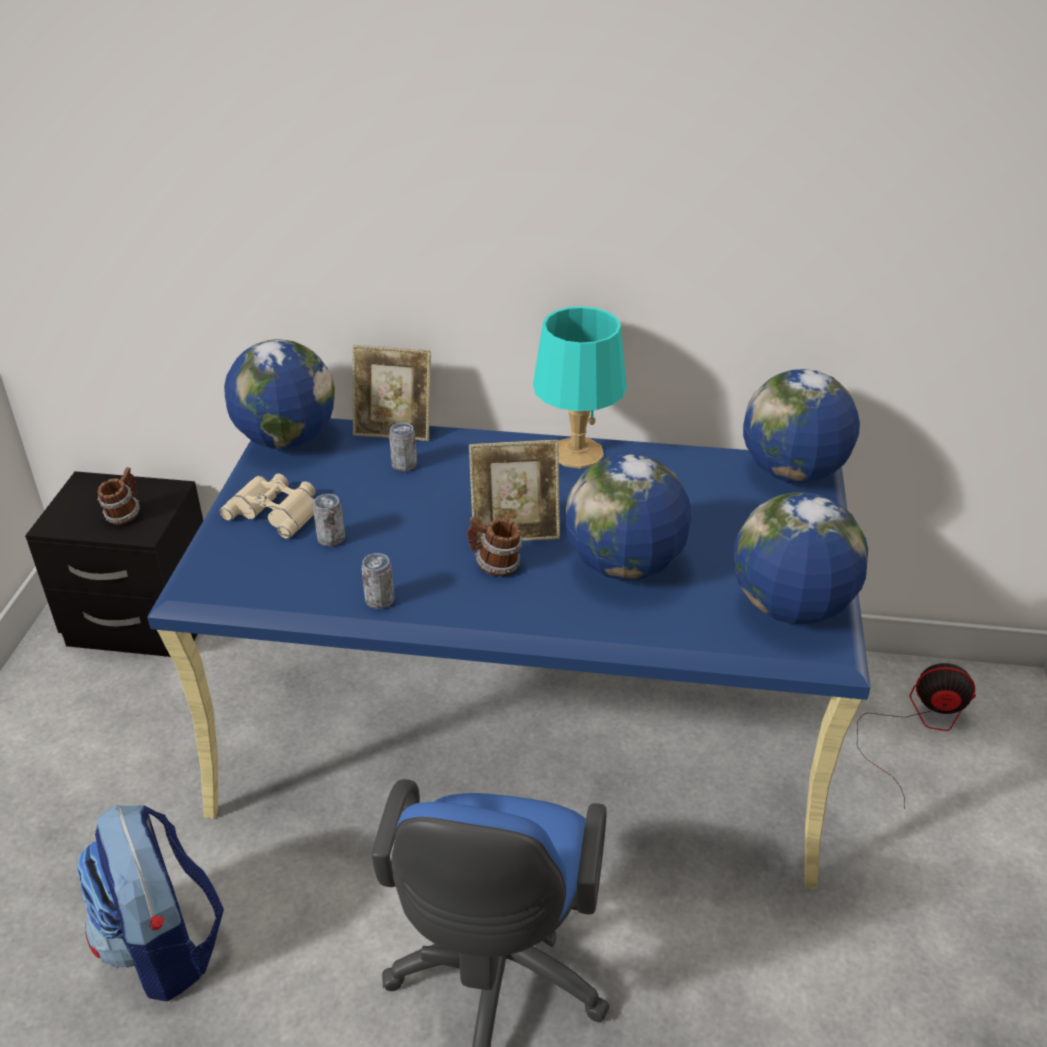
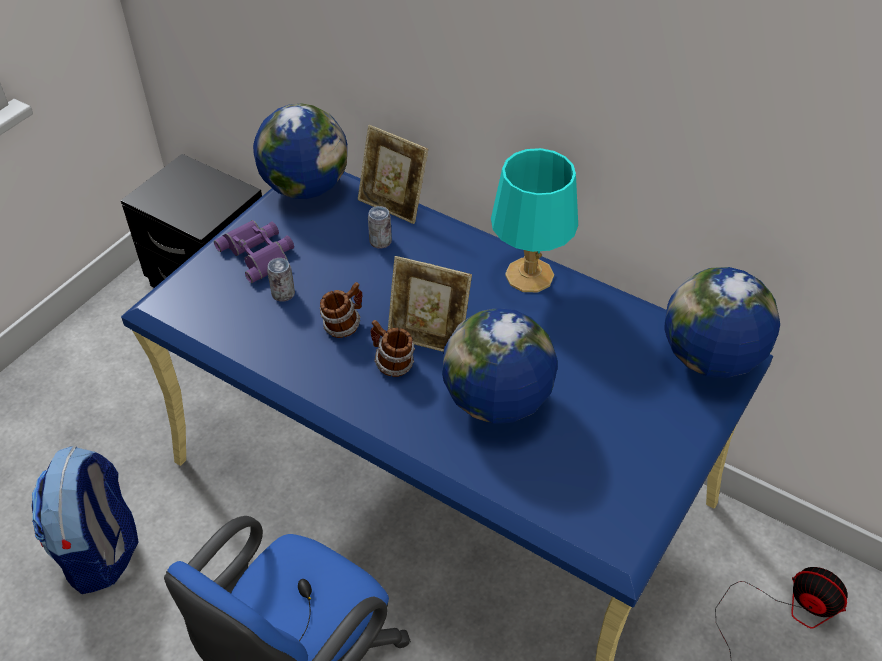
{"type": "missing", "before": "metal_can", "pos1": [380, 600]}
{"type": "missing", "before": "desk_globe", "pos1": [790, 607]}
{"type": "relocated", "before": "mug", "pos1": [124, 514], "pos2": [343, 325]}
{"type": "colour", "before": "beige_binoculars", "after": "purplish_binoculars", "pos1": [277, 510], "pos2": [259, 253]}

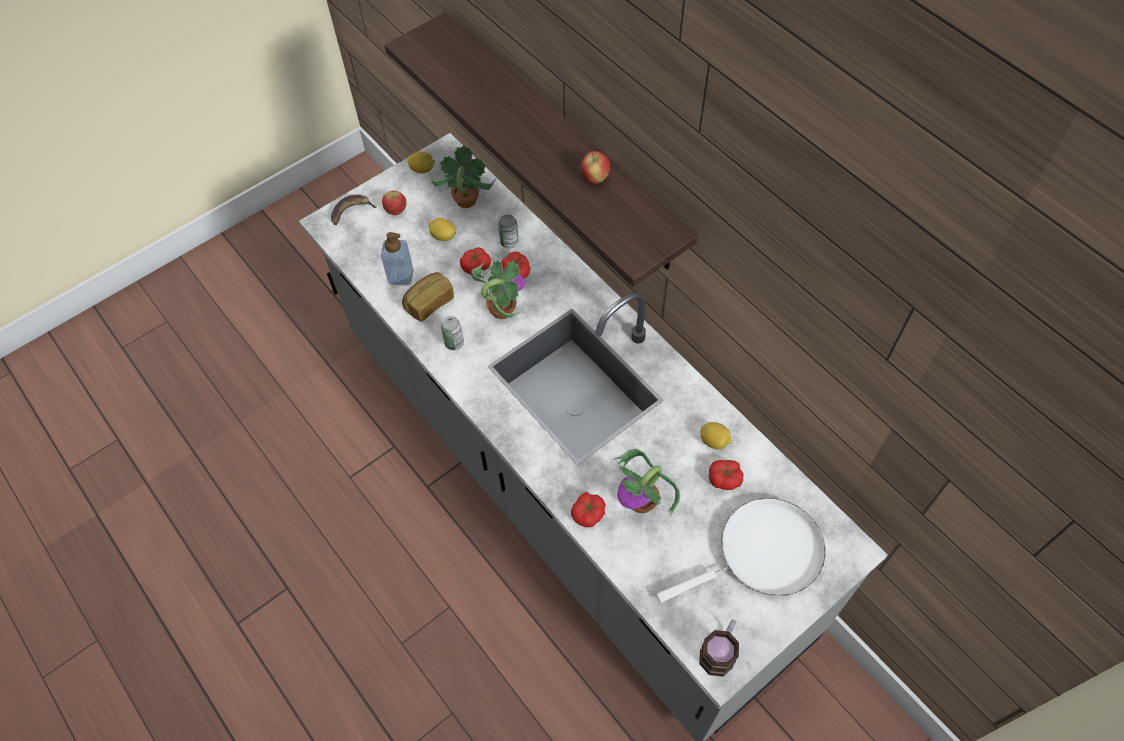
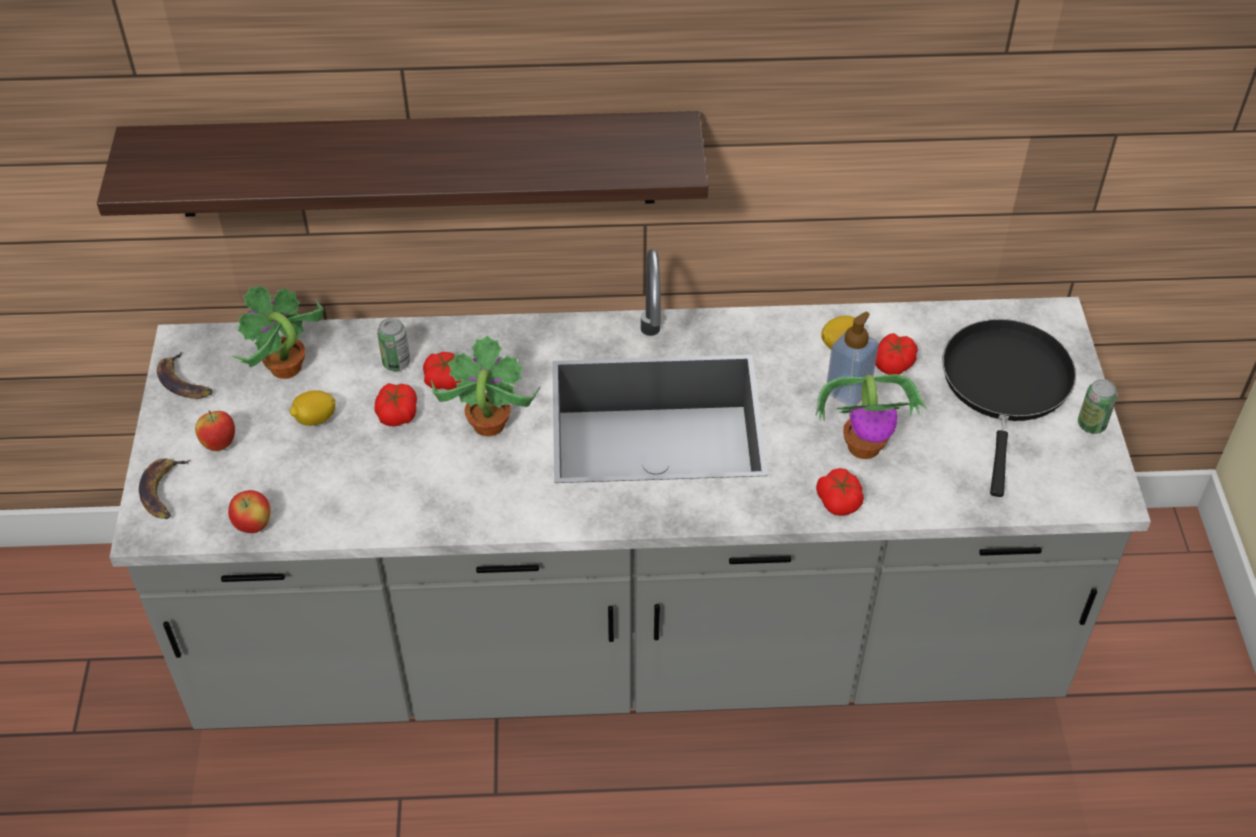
{"type": "missing", "before": "baked_bread", "pos1": [429, 303]}
{"type": "missing", "before": "mug", "pos1": [719, 651]}
{"type": "relocated", "before": "soap_dispenser", "pos1": [401, 276], "pos2": [848, 391]}
{"type": "relocated", "before": "metal_can", "pos1": [454, 343], "pos2": [1091, 424]}
{"type": "relocated", "before": "apple", "pos1": [595, 178], "pos2": [254, 525]}
{"type": "exchanged", "before": "whole_lemon", "after": "banana", "pos1": [422, 169], "pos2": [184, 382]}
{"type": "colour", "before": "white_frying_pan", "after": "black_frying_pan", "pos1": [763, 554], "pos2": [1005, 386]}

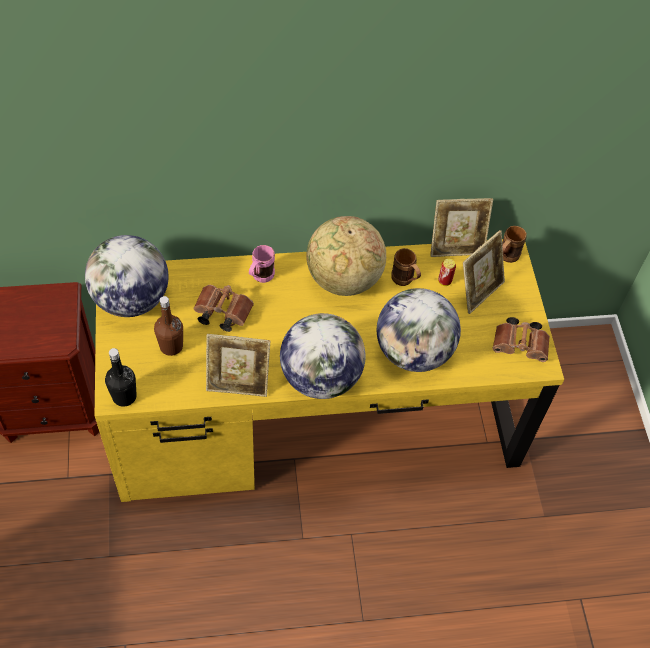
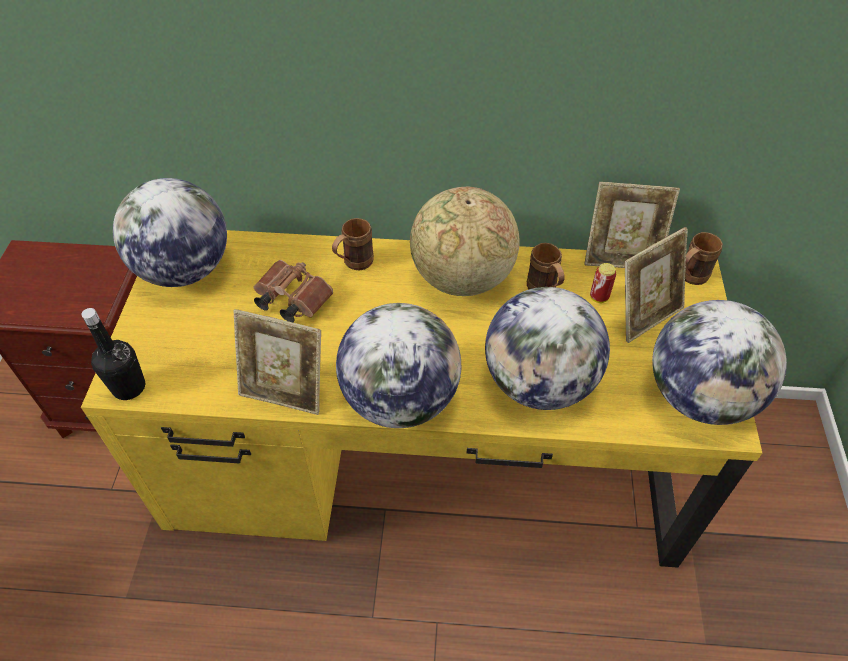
{"type": "missing", "before": "brown_beverage_bottle", "pos1": [171, 346]}
{"type": "exchanged", "before": "brown_binoculars", "after": "desk_globe", "pos1": [521, 346], "pos2": [699, 396]}
{"type": "colour", "before": "pinkish_mug", "after": "brown_mug", "pos1": [260, 278], "pos2": [353, 264]}

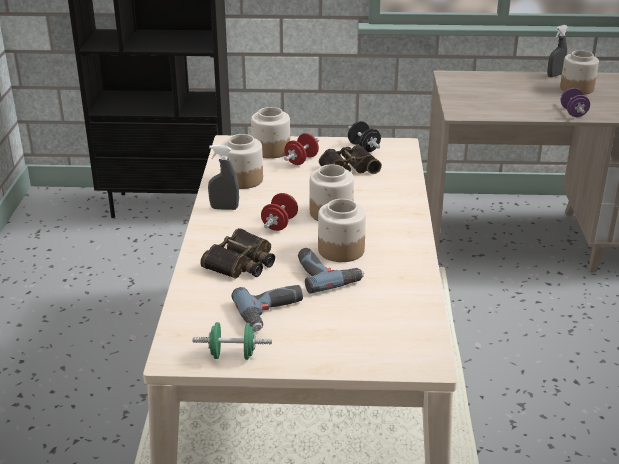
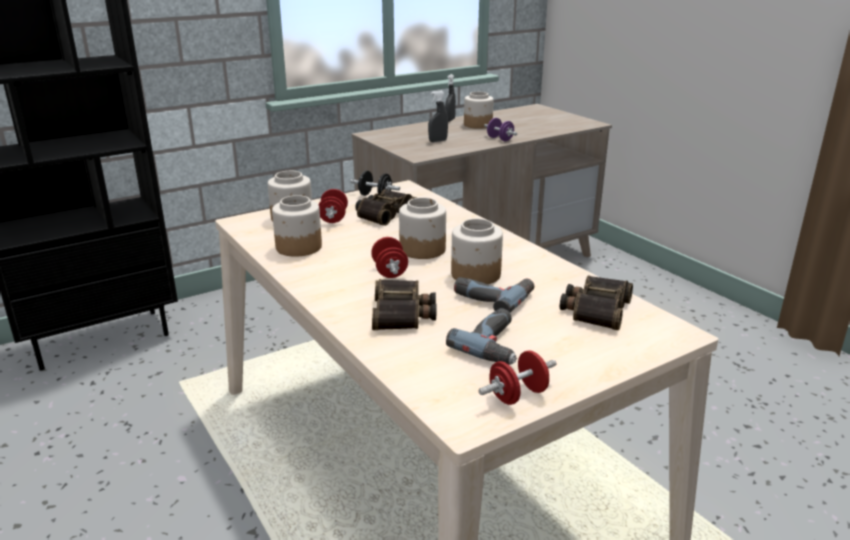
{"type": "appeared", "after": "binoculars", "pos2": [595, 309]}
{"type": "relocated", "before": "grey_hand_sprayer", "pos1": [224, 208], "pos2": [438, 141]}
{"type": "colour", "before": "greenish_free_weight", "after": "red_free_weight", "pos1": [232, 355], "pos2": [518, 395]}

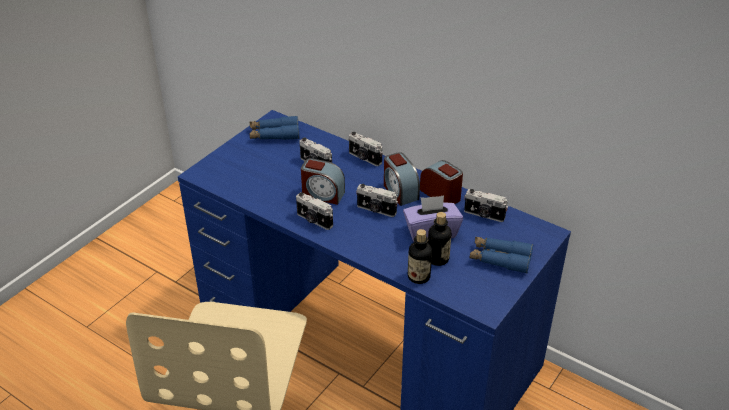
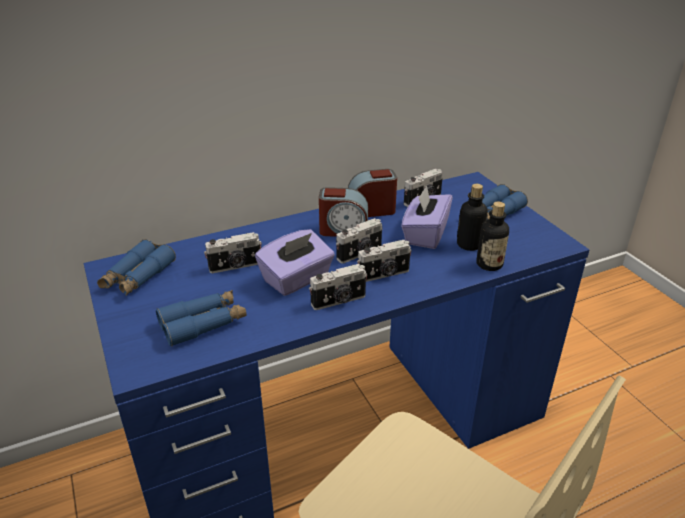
{"type": "appeared", "after": "bluish_binoculars", "pos2": [203, 324]}
{"type": "relocated", "before": "still_camera", "pos1": [364, 158], "pos2": [384, 275]}
{"type": "exchanged", "before": "alarm_clock", "after": "purplish_tissue_holder", "pos1": [322, 194], "pos2": [297, 279]}

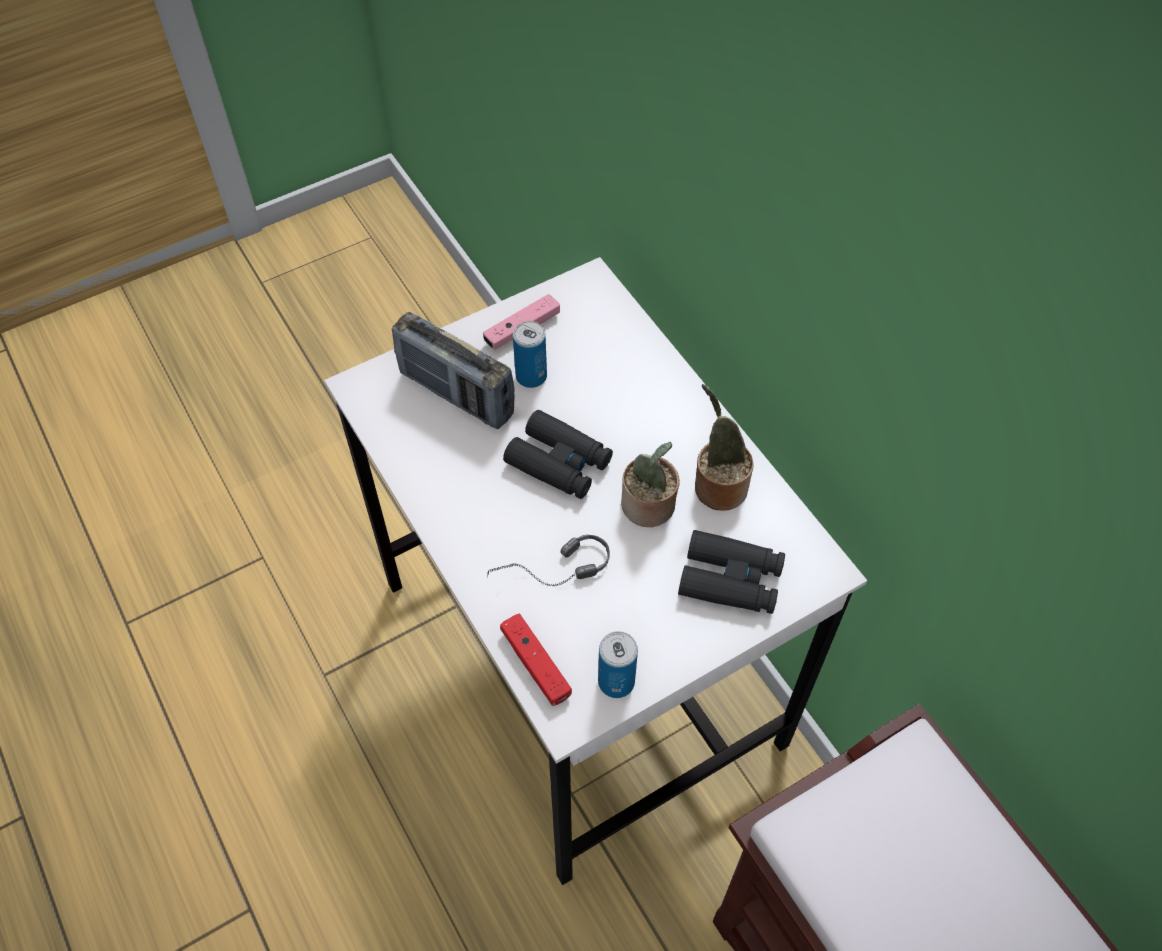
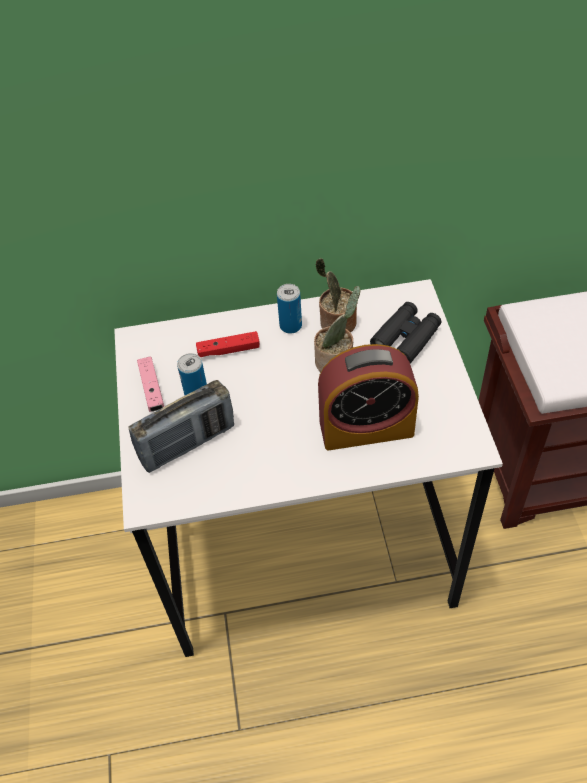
{"type": "missing", "before": "black_binoculars", "pos1": [559, 462]}
{"type": "relocated", "before": "red_joypad", "pos1": [536, 664], "pos2": [228, 350]}
{"type": "relocated", "before": "metal_can", "pos1": [616, 681], "pos2": [290, 326]}
{"type": "exchanged", "before": "headset", "after": "alarm_clock", "pos1": [552, 575], "pos2": [366, 428]}

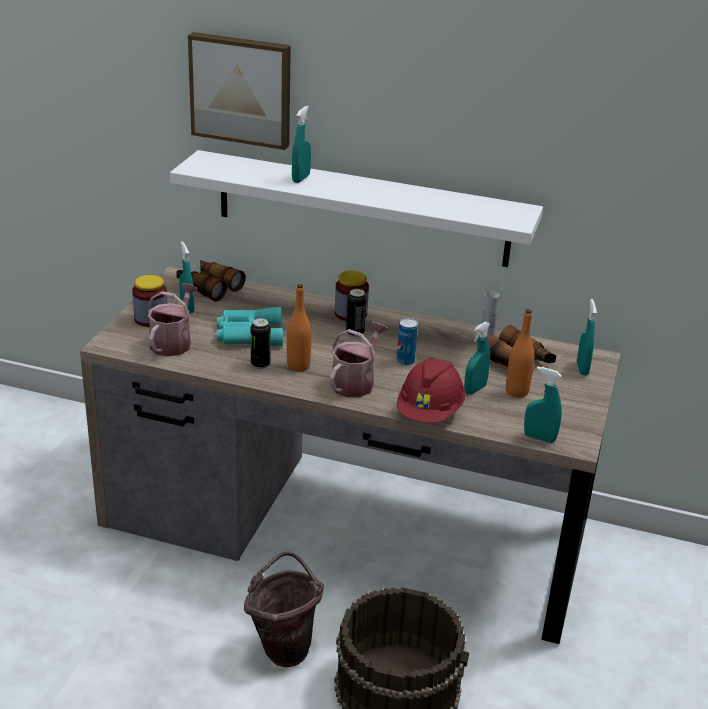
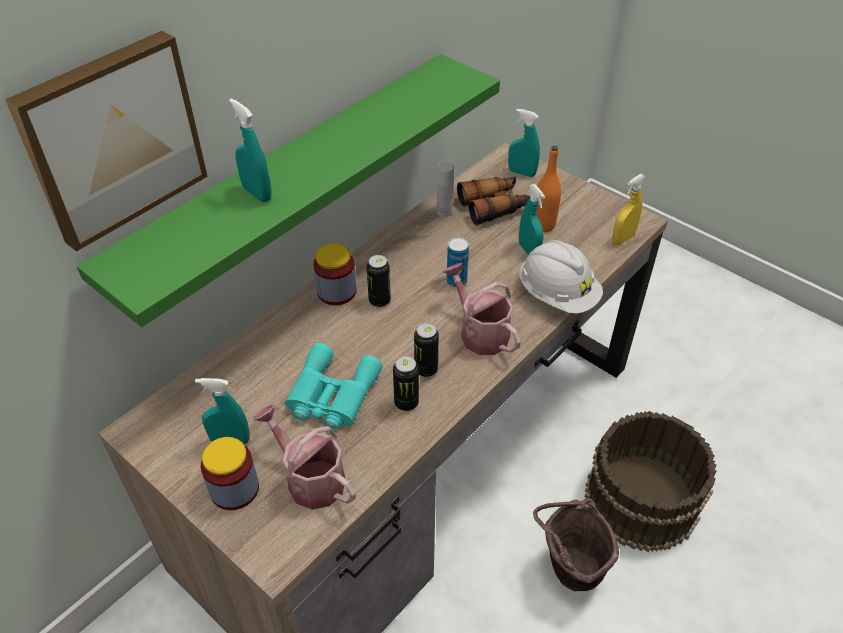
{"type": "missing", "before": "binoculars", "pos1": [208, 287]}
{"type": "exchanged", "before": "orangey_beverage_bottle", "after": "metal_can", "pos1": [298, 366], "pos2": [426, 370]}
{"type": "colour", "before": "white_shelf", "after": "greenish_shelf", "pos1": [362, 208], "pos2": [291, 180]}
{"type": "colour", "before": "red_safety_helmet", "after": "white_safety_helmet", "pos1": [430, 412], "pos2": [557, 295]}
{"type": "colour", "before": "blue-green_hand_sprayer", "after": "yellow-coloured_hand_sprayer", "pos1": [539, 438], "pos2": [623, 239]}

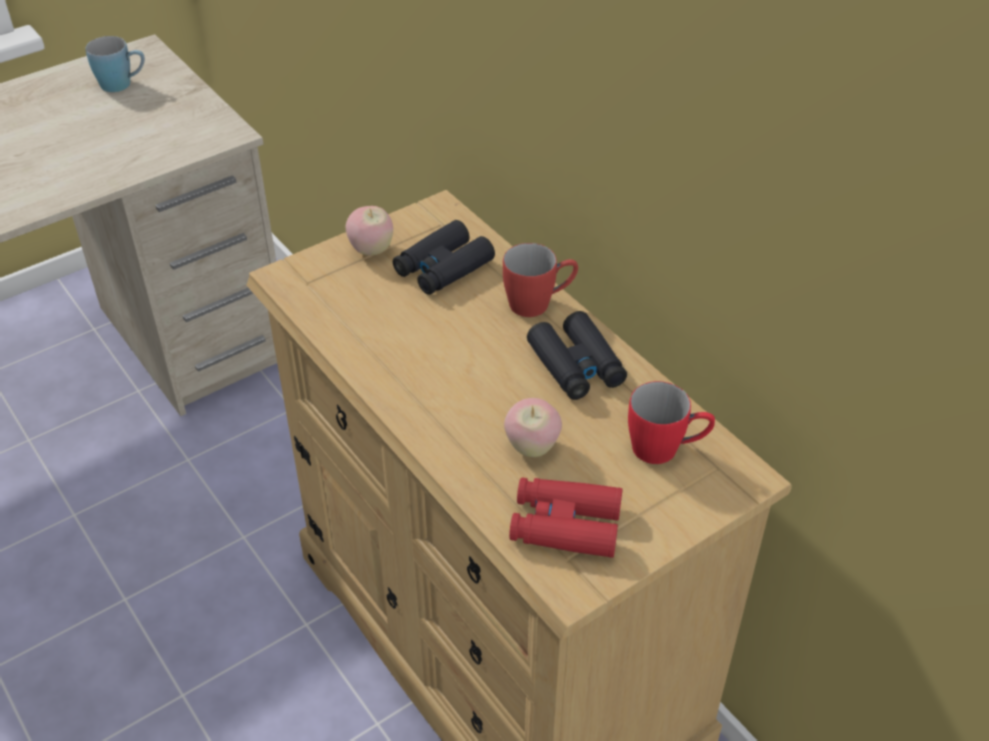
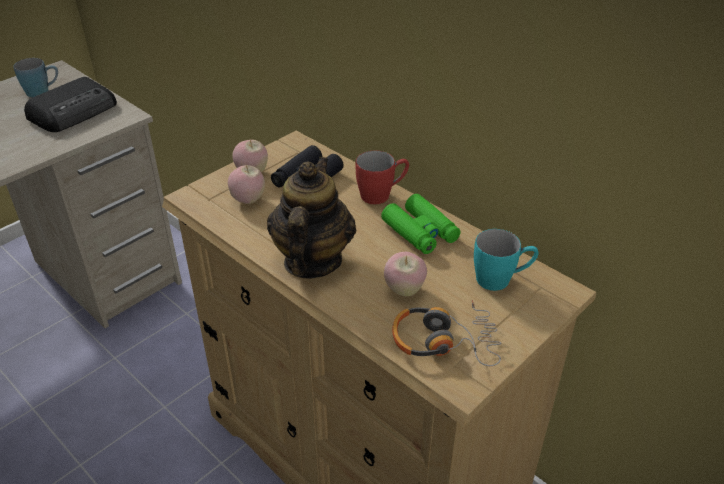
{"type": "appeared", "after": "radio_receiver", "pos2": [75, 111]}
{"type": "appeared", "after": "apple", "pos2": [248, 200]}
{"type": "appeared", "after": "pot_for_tea", "pos2": [312, 261]}
{"type": "exchanged", "before": "red_binoculars", "after": "headset", "pos1": [565, 525], "pos2": [444, 341]}
{"type": "colour", "before": "black_binoculars", "after": "greenish_binoculars", "pos1": [576, 366], "pos2": [420, 232]}
{"type": "colour", "before": "red_mug", "after": "blue-green_mug", "pos1": [666, 449], "pos2": [501, 279]}

